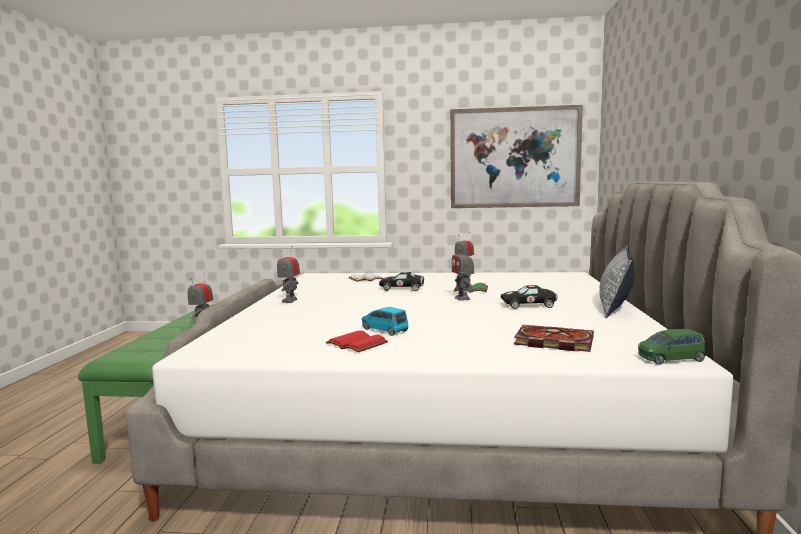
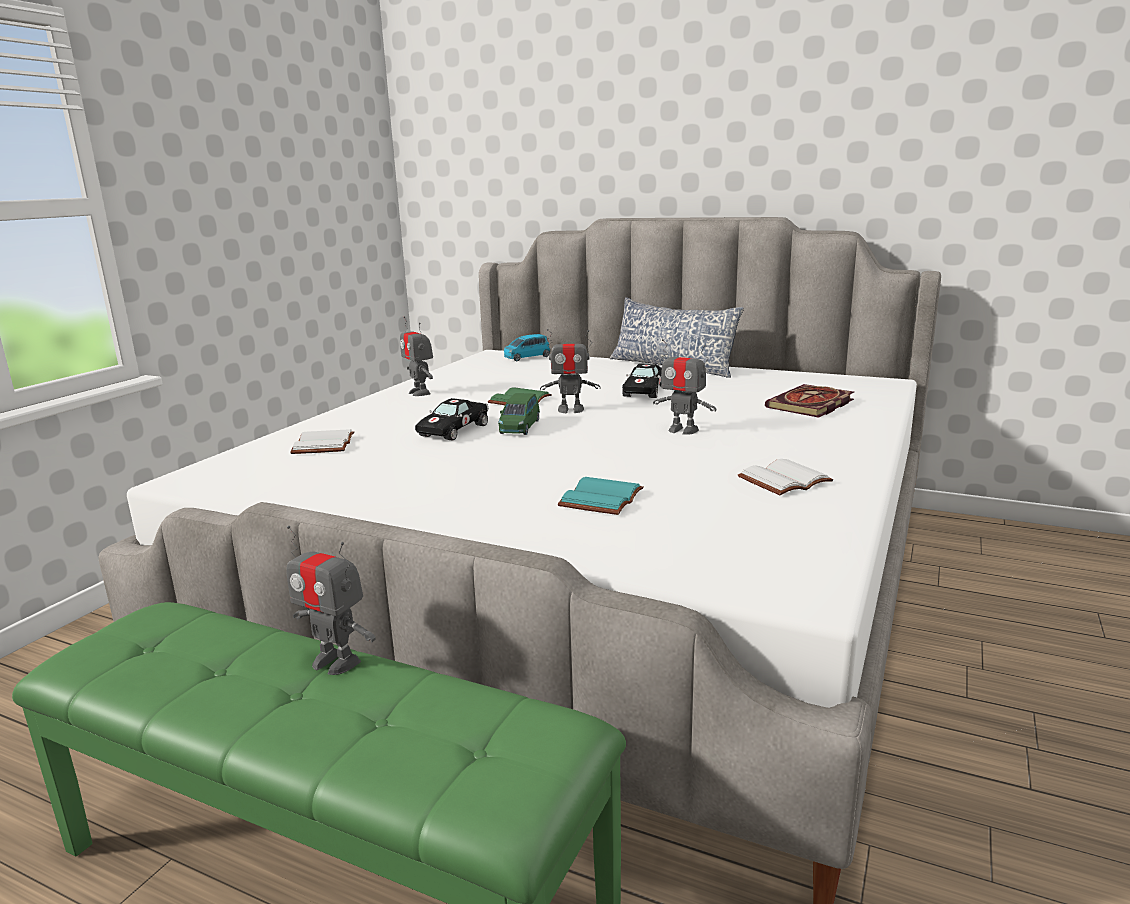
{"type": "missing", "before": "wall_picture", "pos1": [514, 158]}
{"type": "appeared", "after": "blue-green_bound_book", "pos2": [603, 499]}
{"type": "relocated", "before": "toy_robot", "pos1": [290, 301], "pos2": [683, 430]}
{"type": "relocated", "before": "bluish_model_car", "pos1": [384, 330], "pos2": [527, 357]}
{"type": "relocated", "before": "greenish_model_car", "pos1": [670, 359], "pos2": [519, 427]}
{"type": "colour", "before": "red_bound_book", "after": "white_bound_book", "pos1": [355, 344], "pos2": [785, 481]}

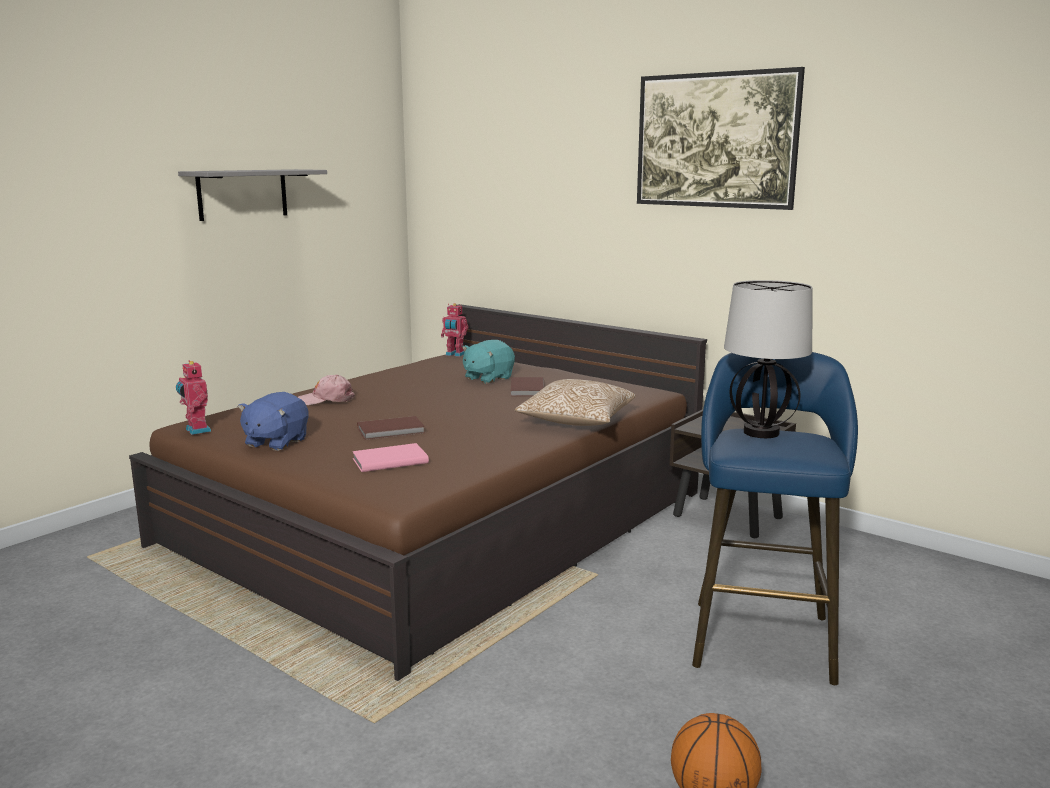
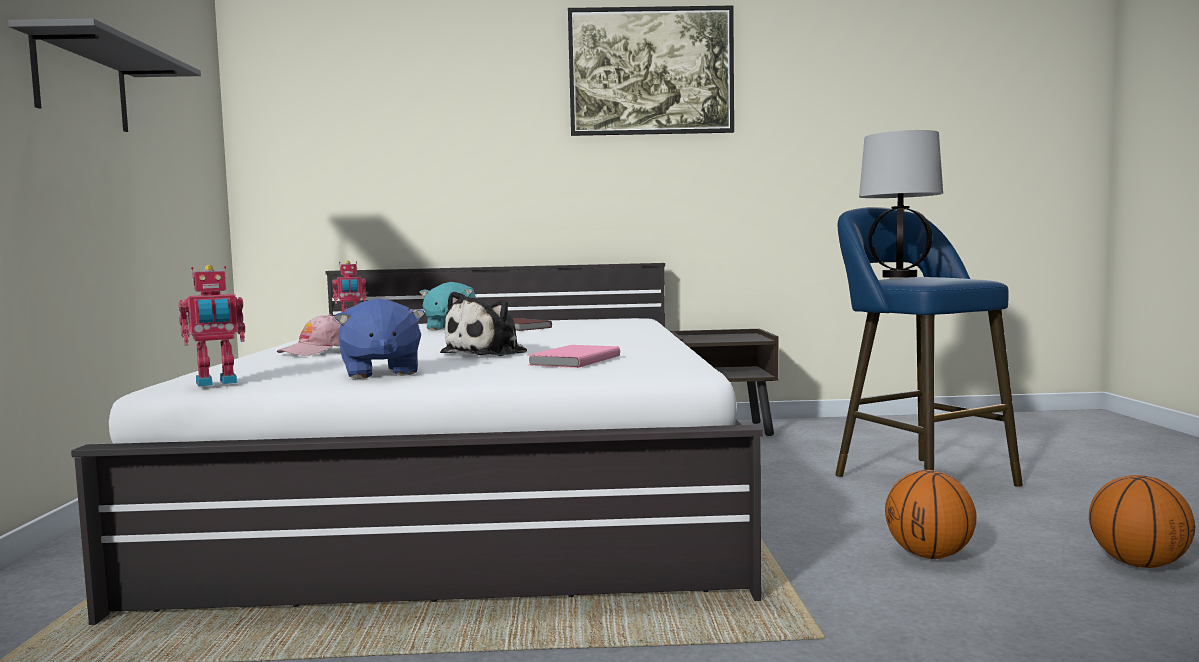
{"type": "missing", "before": "cushion", "pos1": [576, 421]}
{"type": "appeared", "after": "basketball", "pos2": [928, 555]}
{"type": "exchanged", "before": "brown_bound_book", "after": "plush_toy", "pos1": [392, 431], "pos2": [489, 353]}
{"type": "colour", "before": "brown_bedroom_bed", "after": "white_bedroom_bed", "pos1": [442, 518], "pos2": [480, 489]}
{"type": "spun", "before": "toy_robot", "pos1": [196, 430], "pos2": [216, 383], "turn": -45}

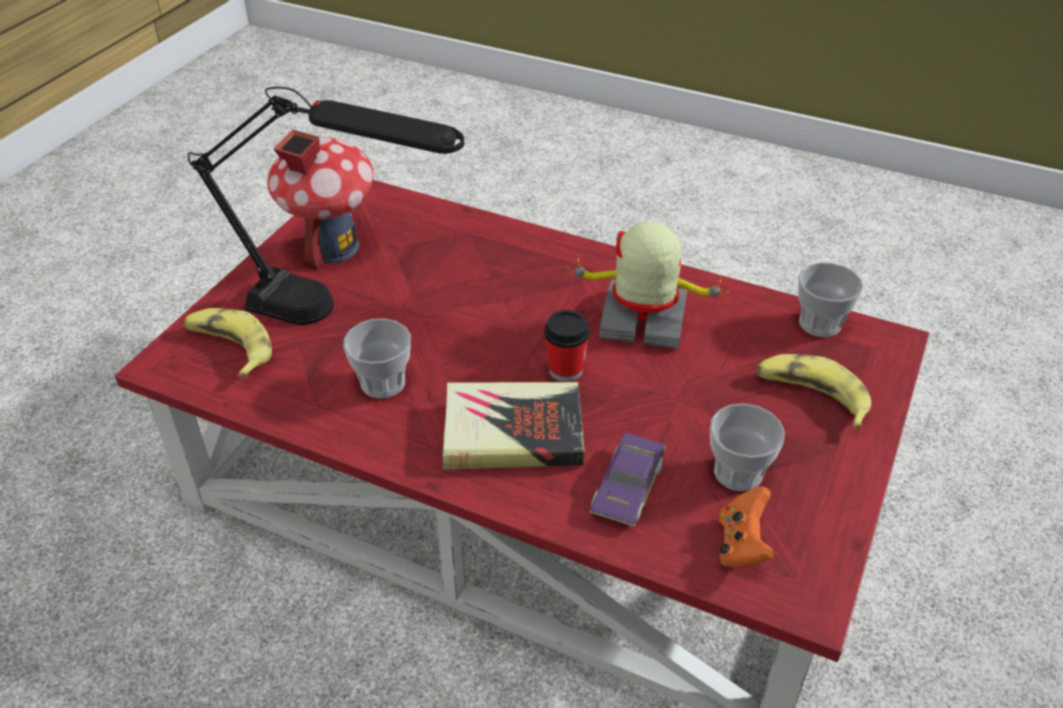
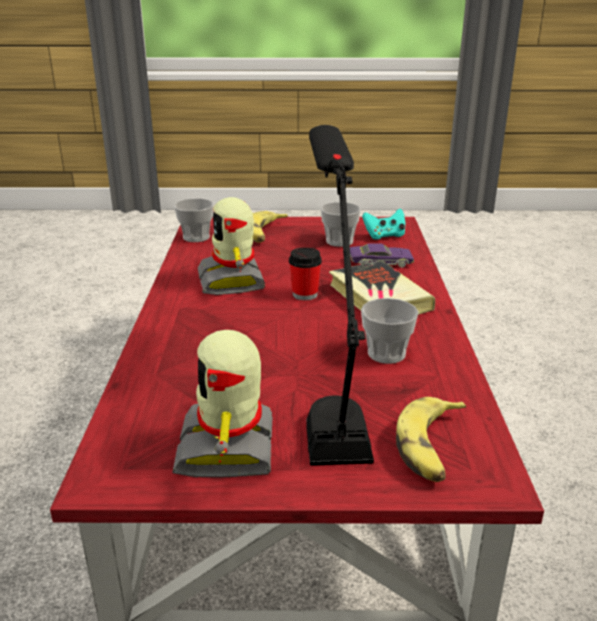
{"type": "exchanged", "before": "model_house", "after": "toy_robot", "pos1": [332, 247], "pos2": [229, 447]}
{"type": "colour", "before": "orangey_joypad", "after": "blue-green_joypad", "pos1": [741, 545], "pos2": [384, 236]}

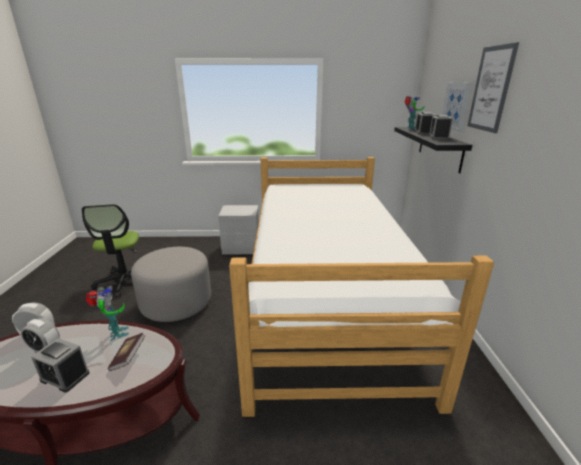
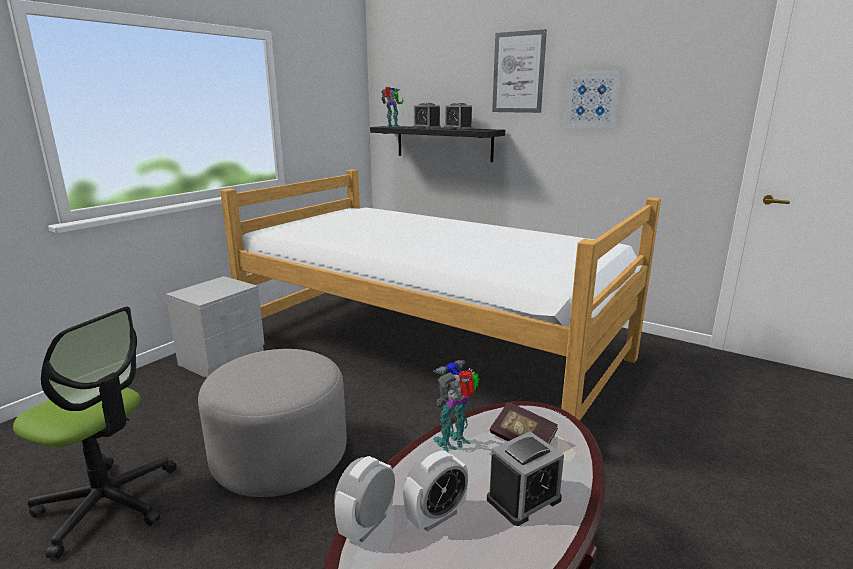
{"type": "relocated", "before": "wall_picture", "pos1": [456, 106], "pos2": [592, 99]}
{"type": "spun", "before": "toy_robot", "pos1": [116, 334], "pos2": [454, 443], "turn": -45}

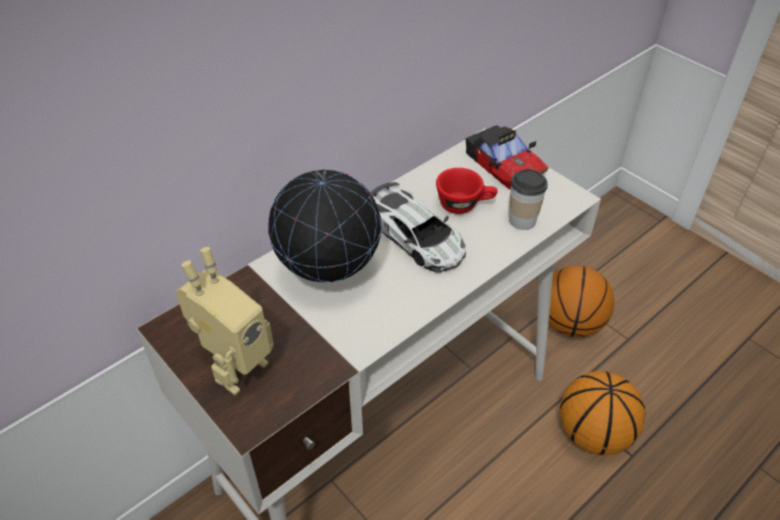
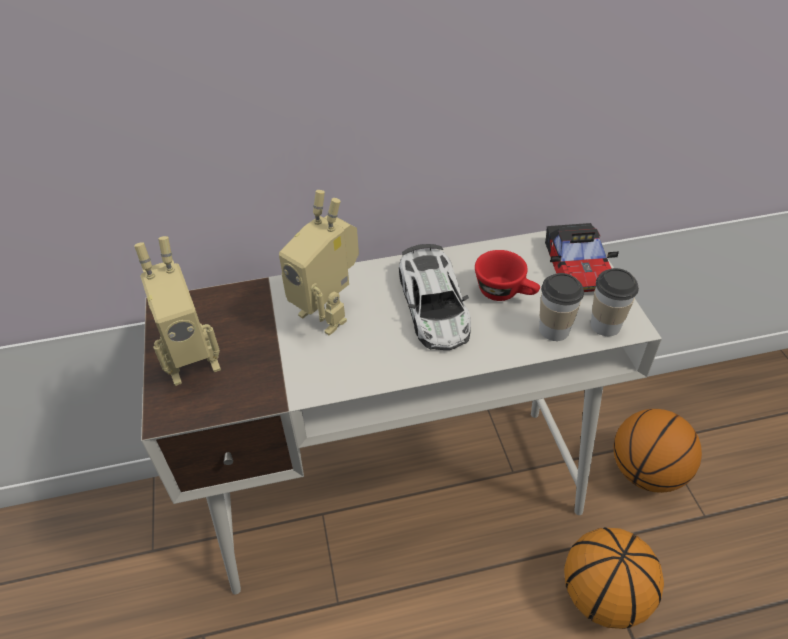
{"type": "appeared", "after": "drinking_cup", "pos2": [605, 325]}
{"type": "exchanged", "before": "desk_globe", "after": "toy_robot", "pos1": [329, 275], "pos2": [328, 313]}

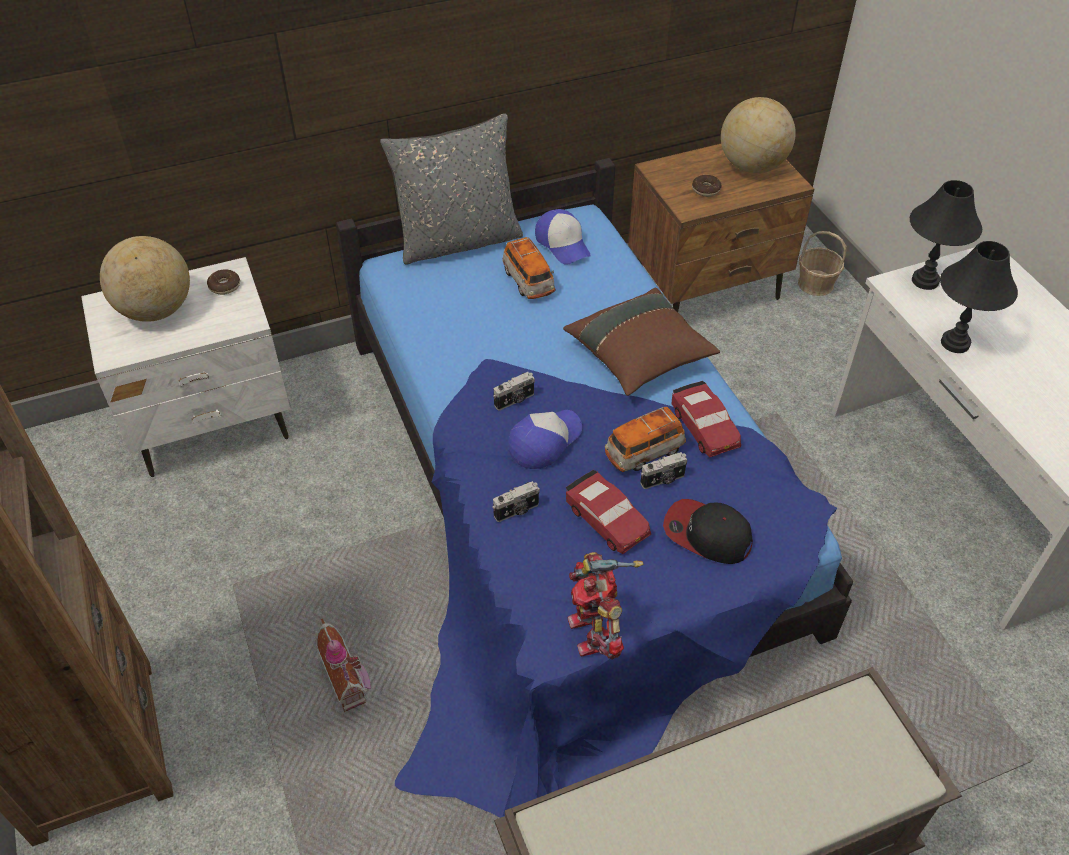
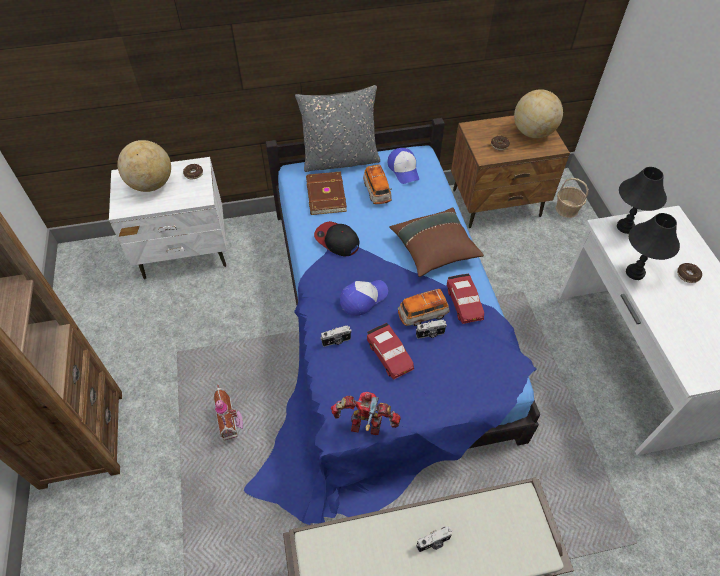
{"type": "appeared", "after": "brown_bound_book", "pos2": [325, 195]}
{"type": "appeared", "after": "ring_doughnut", "pos2": [687, 275]}
{"type": "relocated", "before": "still_camera", "pos1": [515, 400], "pos2": [434, 543]}
{"type": "relocated", "before": "baseball_cap", "pos1": [707, 534], "pos2": [337, 240]}
{"type": "spun", "before": "toy_robot", "pos1": [594, 632], "pos2": [366, 426], "turn": 105}

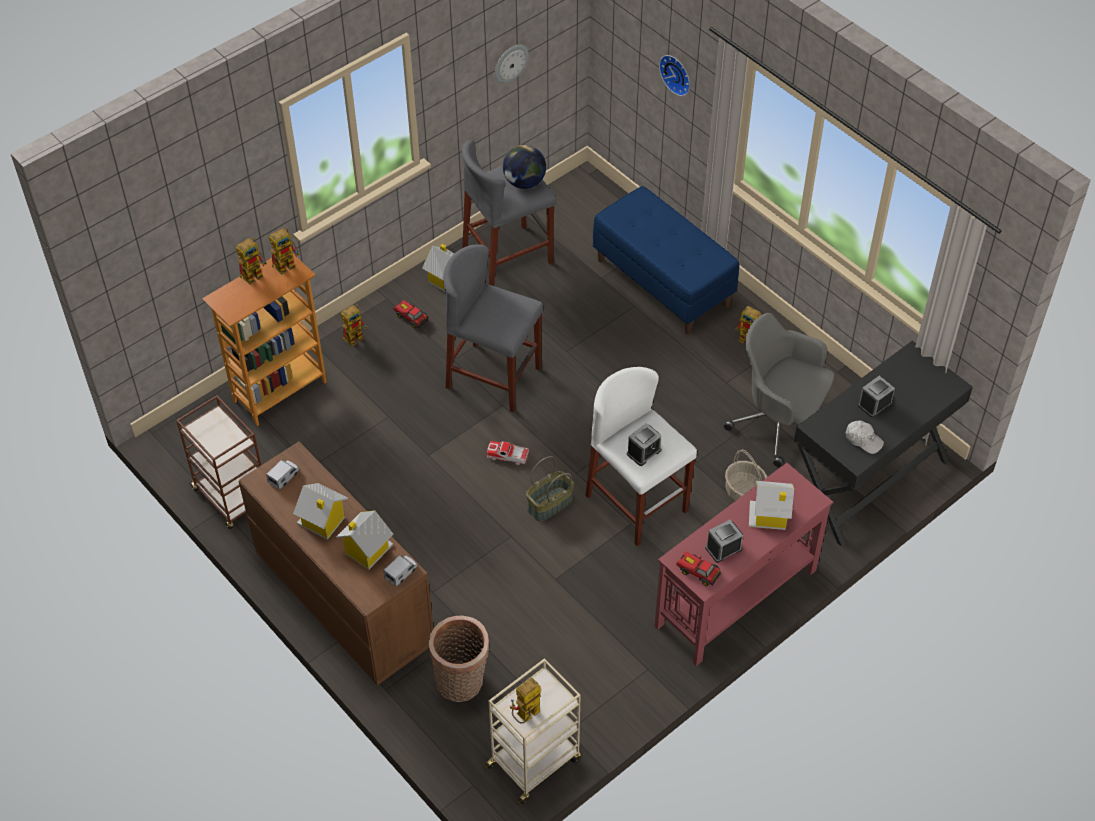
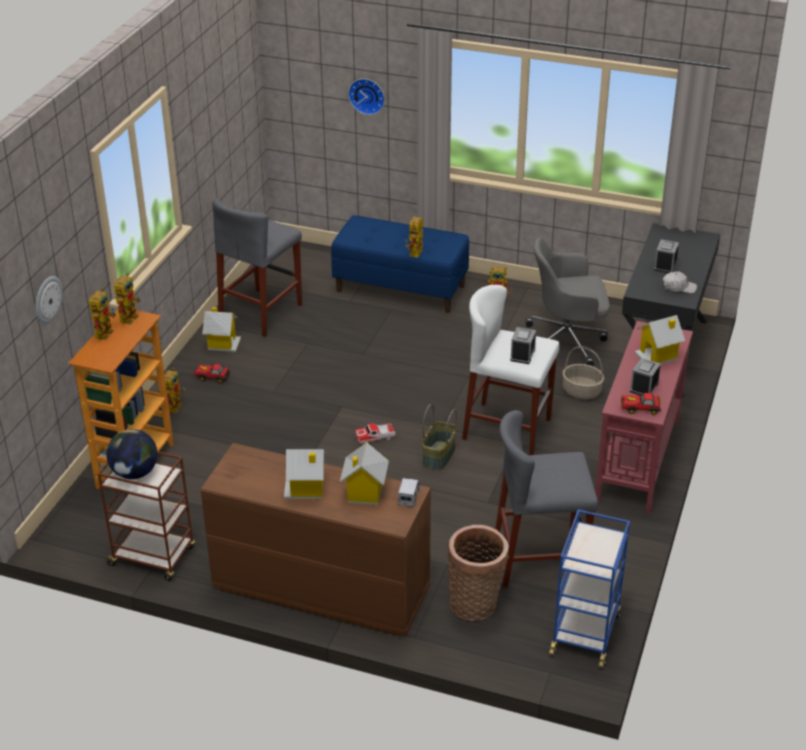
{"type": "missing", "before": "toy_lorry", "pos1": [284, 477]}
{"type": "relocated", "before": "grey_sitting_stool", "pos1": [493, 377], "pos2": [539, 559]}
{"type": "relocated", "before": "hanging_clock", "pos1": [510, 63], "pos2": [47, 299]}
{"type": "relocated", "before": "desk_globe", "pos1": [524, 182], "pos2": [135, 473]}
{"type": "relocated", "before": "toy_robot", "pos1": [526, 717], "pos2": [416, 255]}
{"type": "colour", "before": "beige_trolley", "after": "bluish_trolley", "pos1": [534, 761], "pos2": [585, 632]}

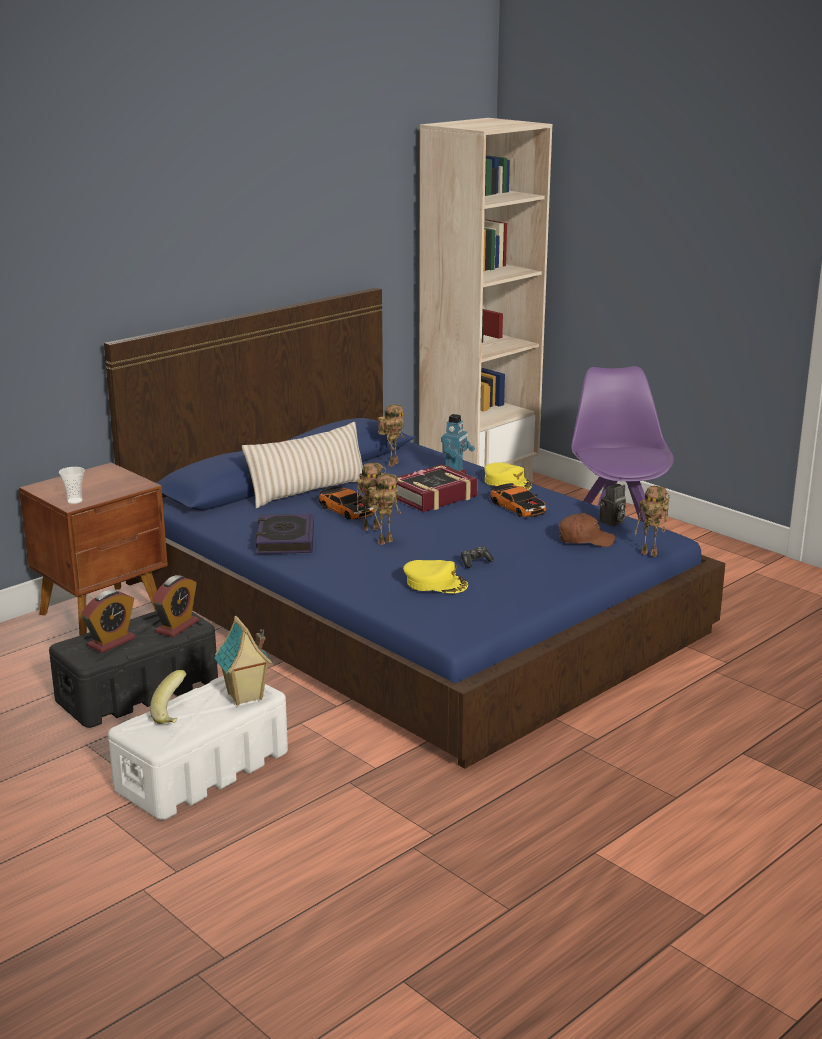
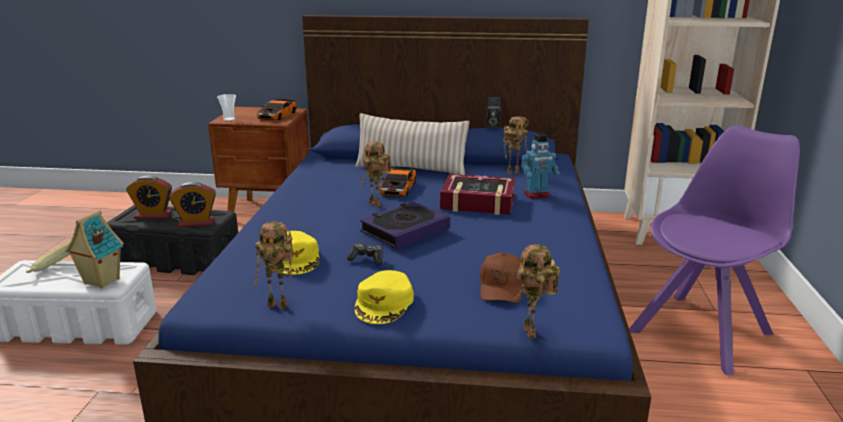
{"type": "relocated", "before": "bound_book", "pos1": [285, 540], "pos2": [405, 230]}
{"type": "relocated", "before": "toy_robot", "pos1": [385, 541], "pos2": [279, 304]}
{"type": "relocated", "before": "yellow-coloured_baseball_cap", "pos1": [507, 483], "pos2": [384, 303]}
{"type": "relocated", "before": "model_car", "pos1": [519, 507], "pos2": [277, 115]}
{"type": "relocated", "before": "still_camera", "pos1": [612, 522], "pos2": [492, 126]}
{"type": "spun", "before": "brown_baseball_cap", "pos1": [585, 540], "pos2": [501, 287], "turn": 45}

